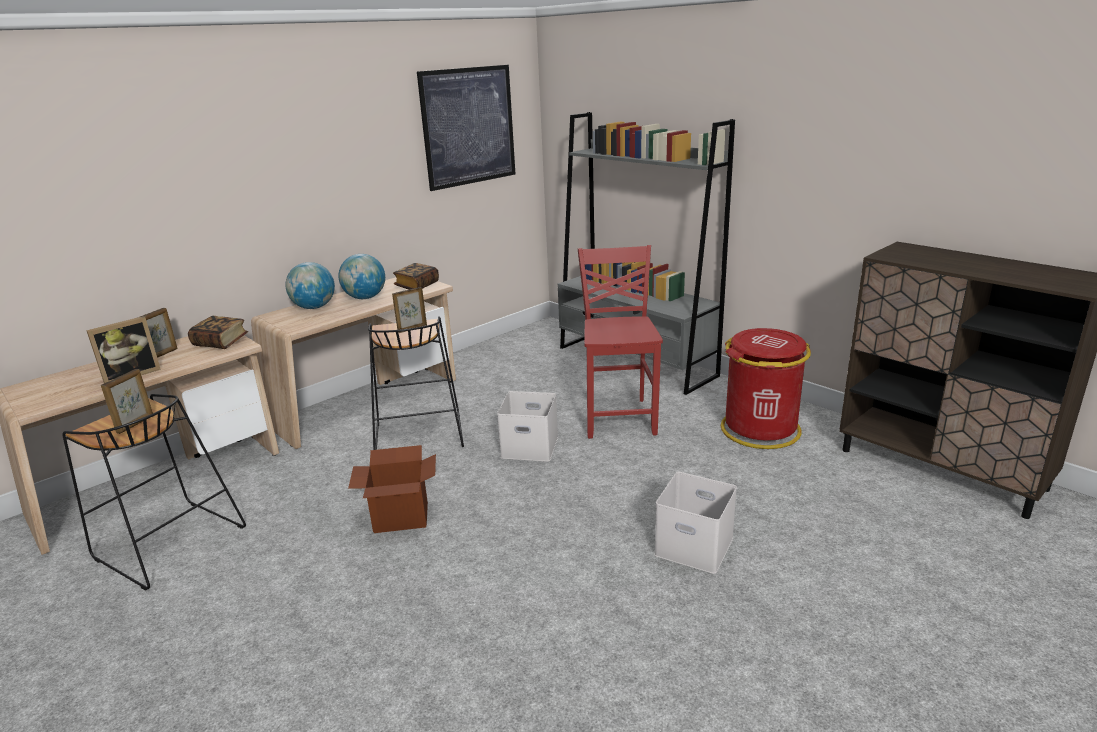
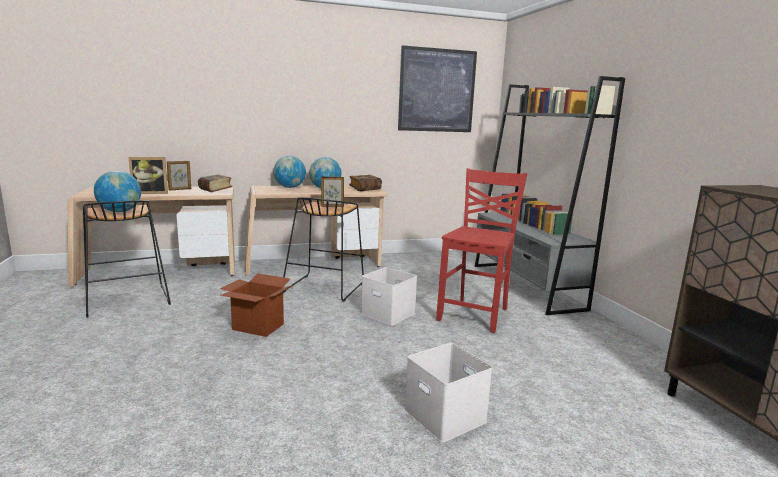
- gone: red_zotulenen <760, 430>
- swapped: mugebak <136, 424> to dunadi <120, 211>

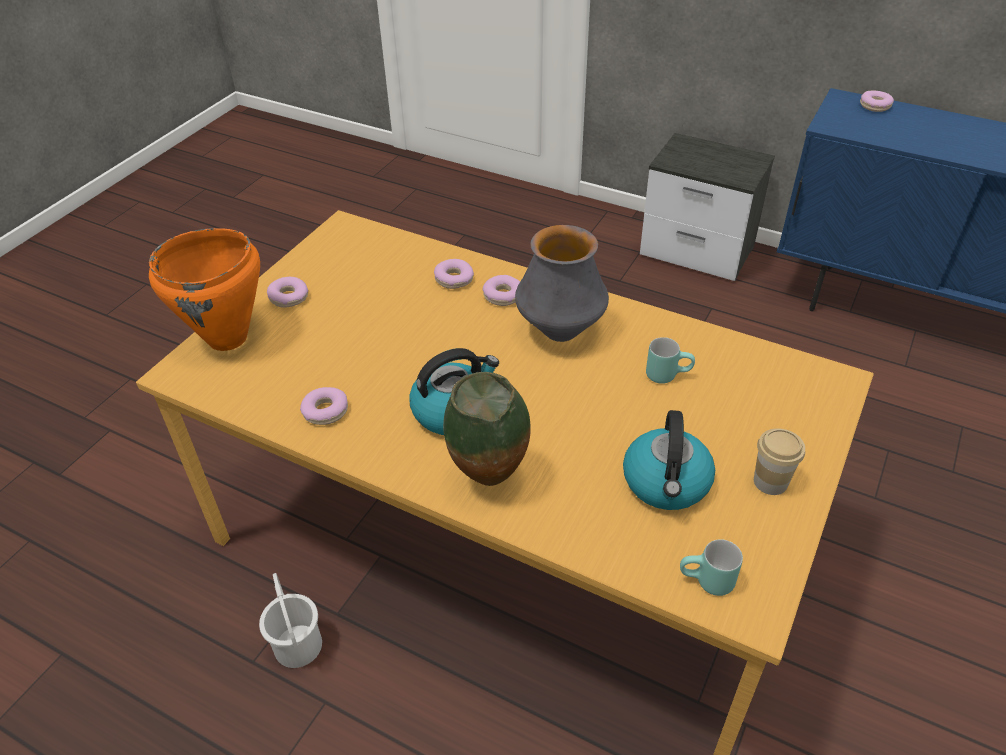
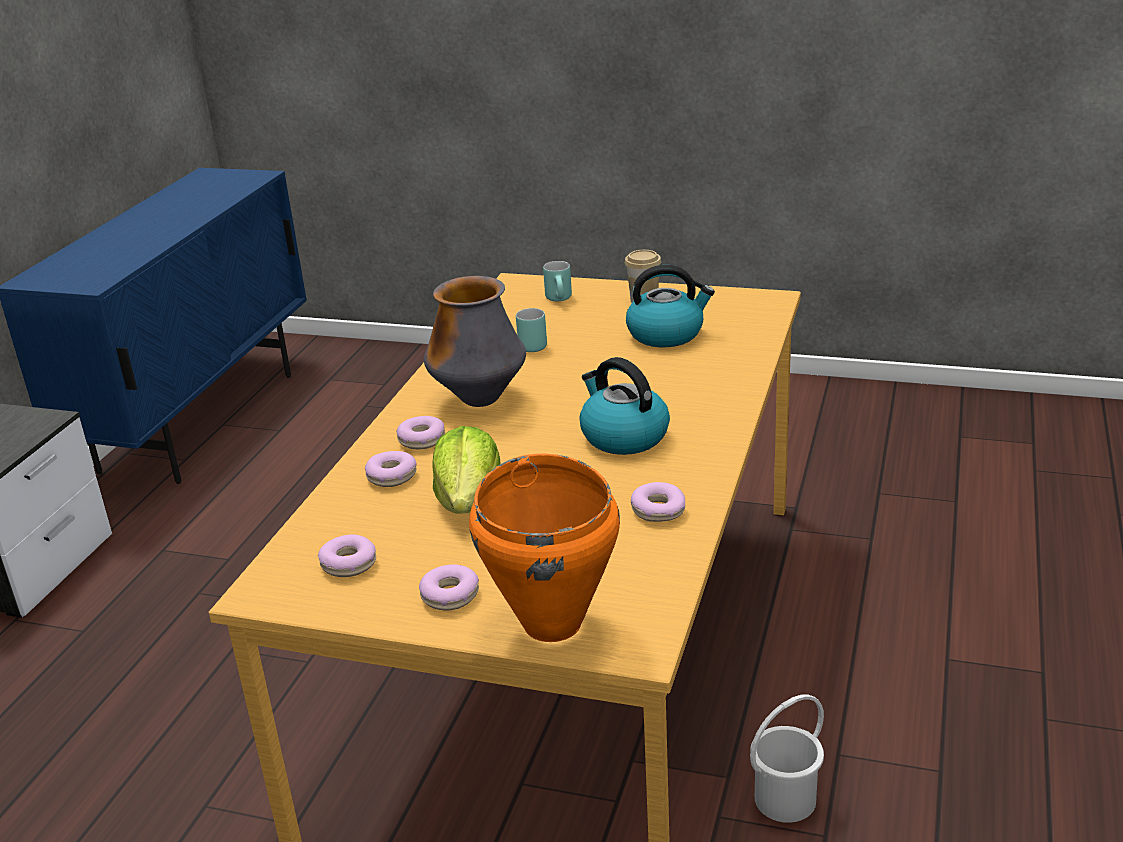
- gone: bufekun <490, 481>
- new: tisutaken <469, 500>
- shifted: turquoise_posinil <707, 583> to <561, 300>
- shifted: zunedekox <875, 106> to <348, 564>

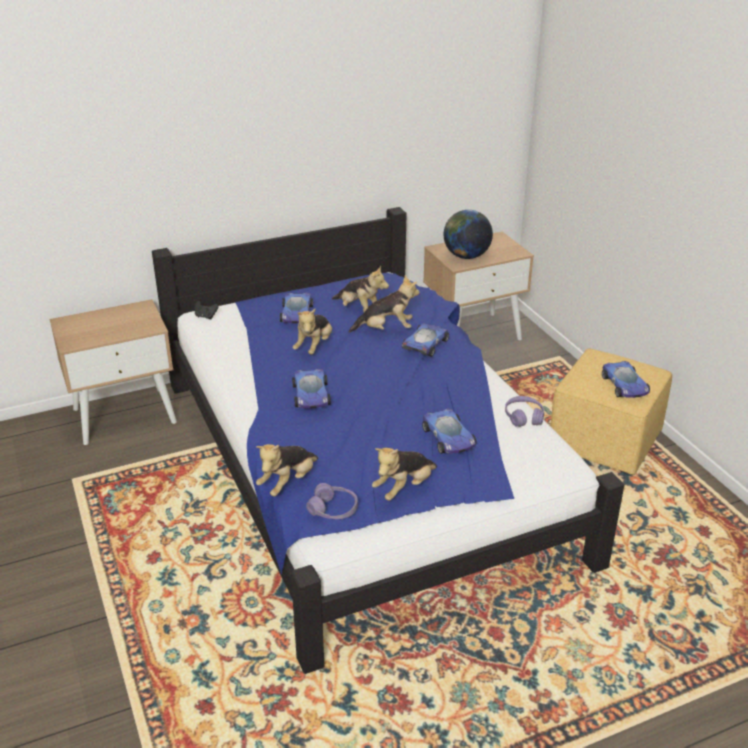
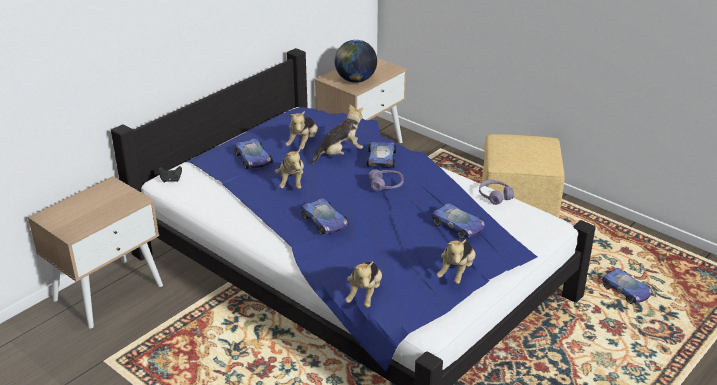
- shifted: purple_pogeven <333, 509> to <386, 185>
- shifted: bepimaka <625, 385> to <626, 290>
- rotated: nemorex <359, 310> = <303, 143> 90 degrees clockwise

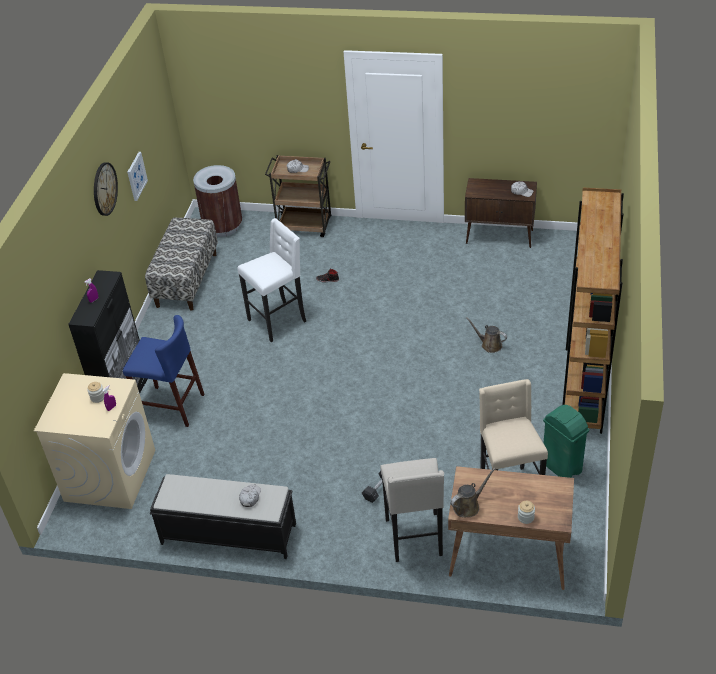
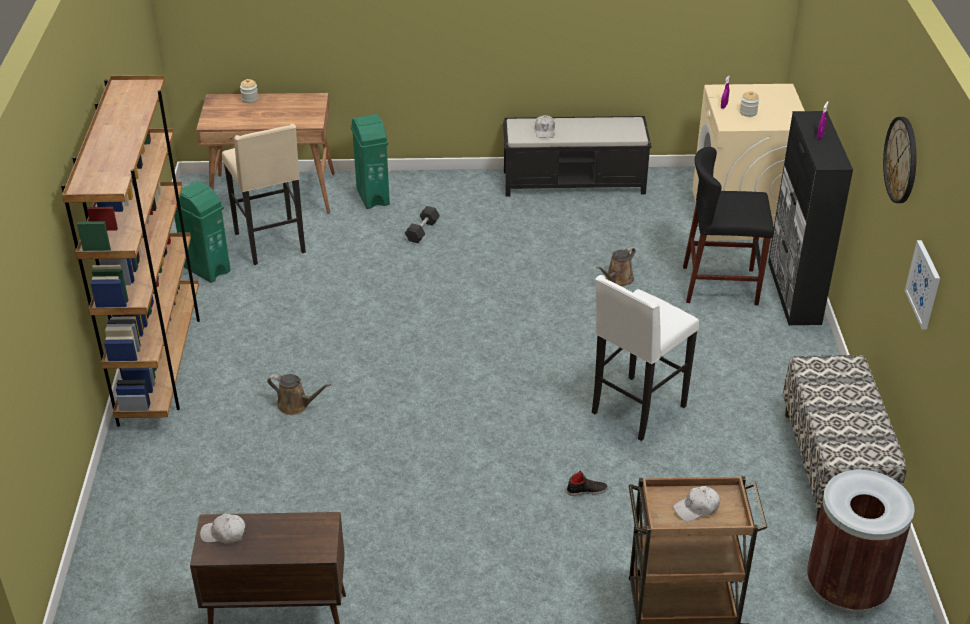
- shifted: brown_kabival <468, 506> to <617, 280>
- swapped: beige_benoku <415, 538> to green_zotulenen <373, 196>
- repainted: blue_benoku <171, 406> to black_benoku <720, 285>

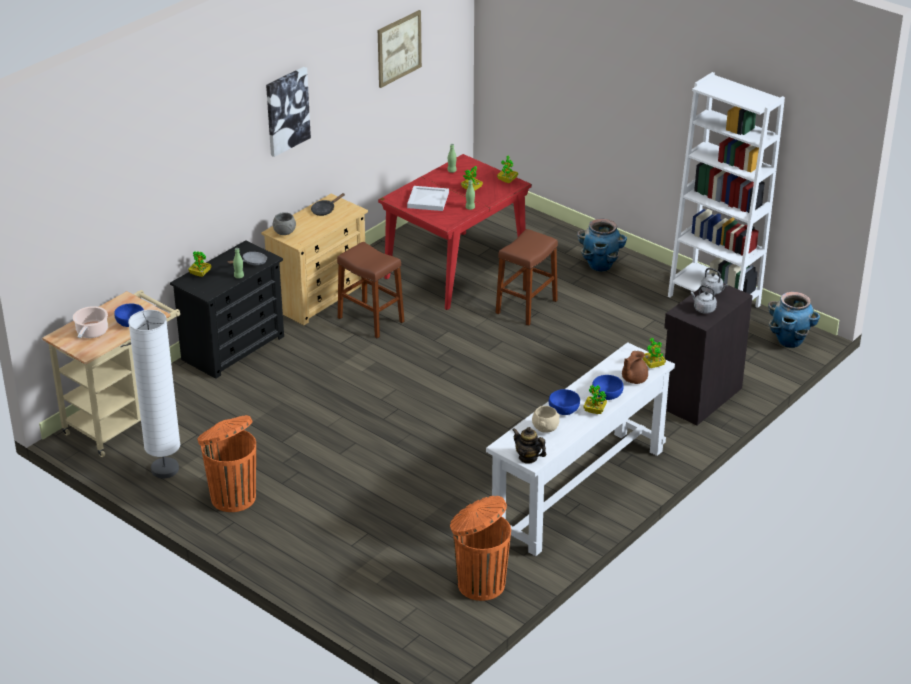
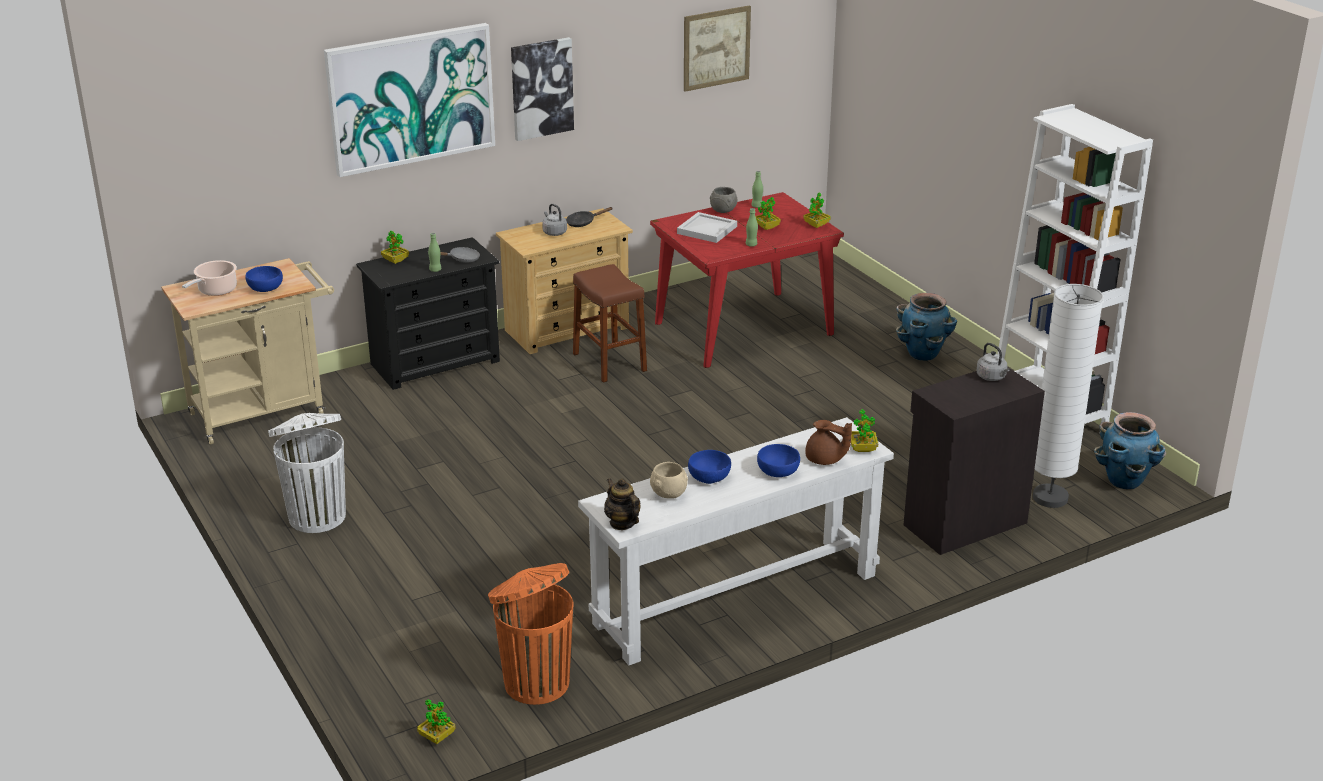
- gone: brown_benoku <526, 307>
- new: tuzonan <411, 98>
- shifted: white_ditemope <165, 469> to <1050, 498>
- shifted: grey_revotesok <285, 233> to <723, 211>
- shifted: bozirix <594, 411> to <437, 737>
- shifted: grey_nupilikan <703, 309> to <554, 232>
- repainted: orange_zotulenen <232, 497> to white_zotulenen <316, 516>
- rotated: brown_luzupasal <633, 379> = <825, 460> 120 degrees counterclockwise

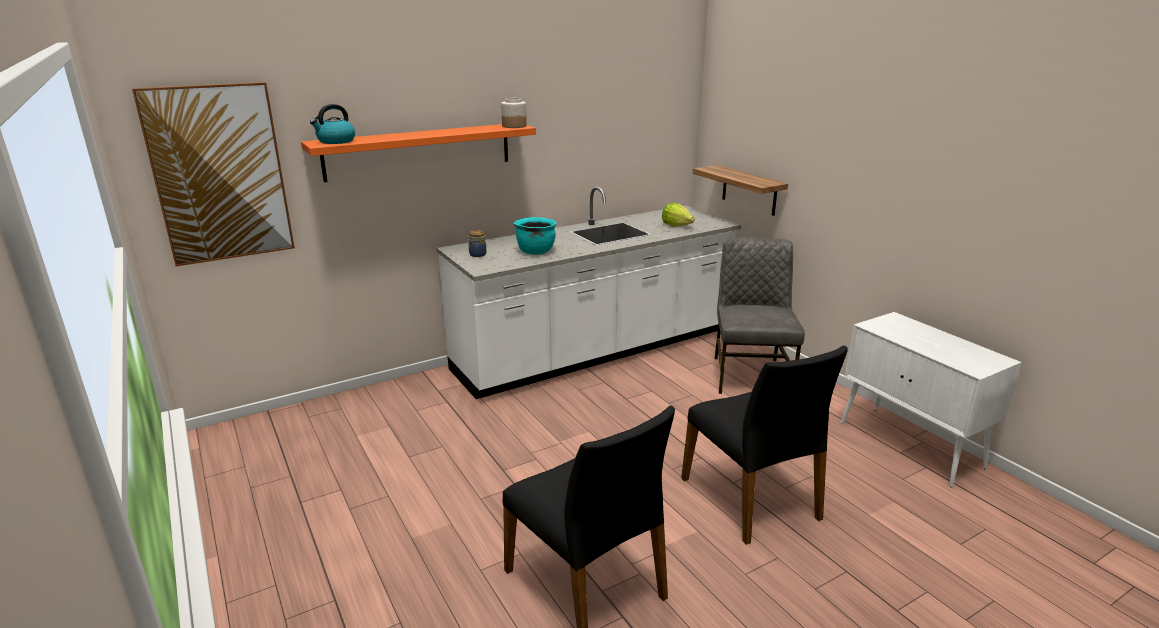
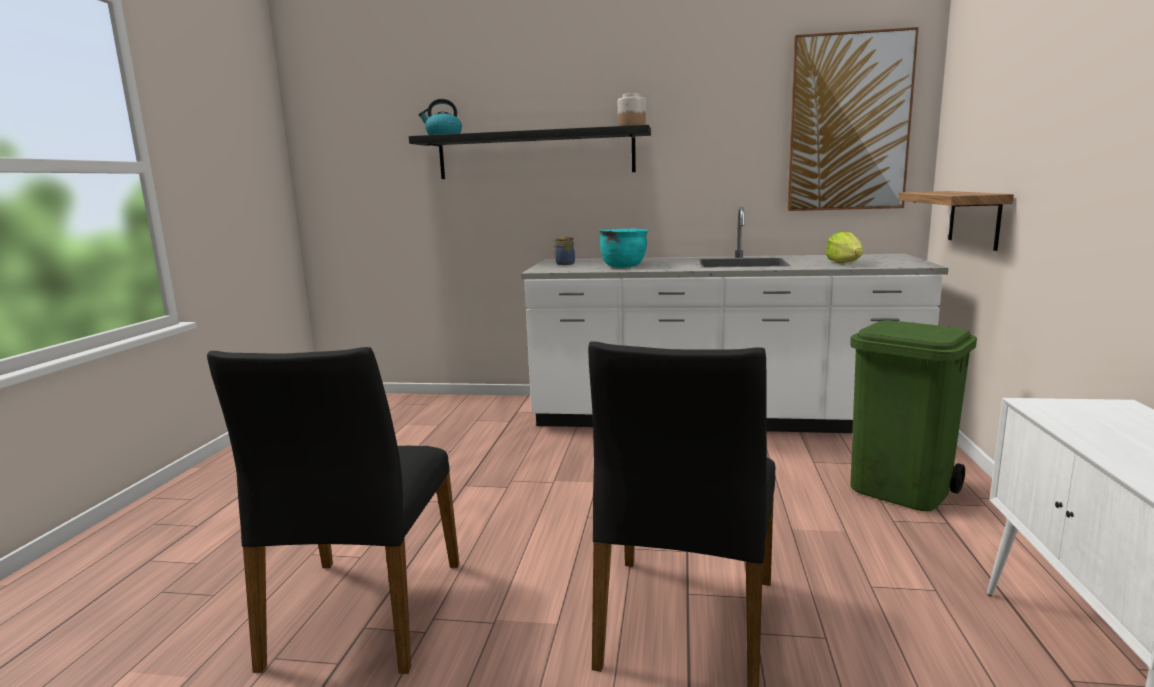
- shifted: tuzonan <219, 174> to <849, 123>
- swapped: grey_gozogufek <750, 375> to green_zotulenen <901, 490>
- repainted: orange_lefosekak <419, 151> to black_lefosekak <535, 154>

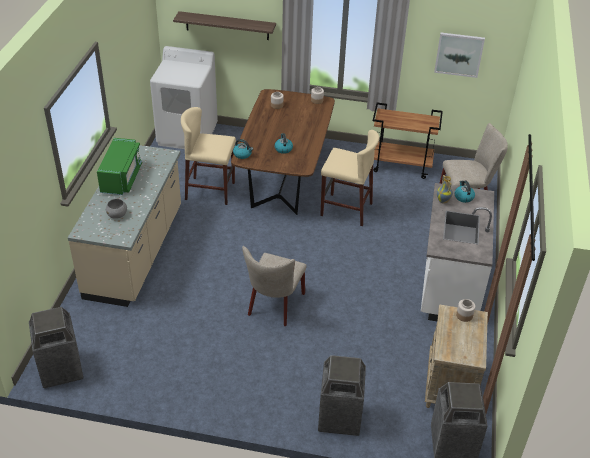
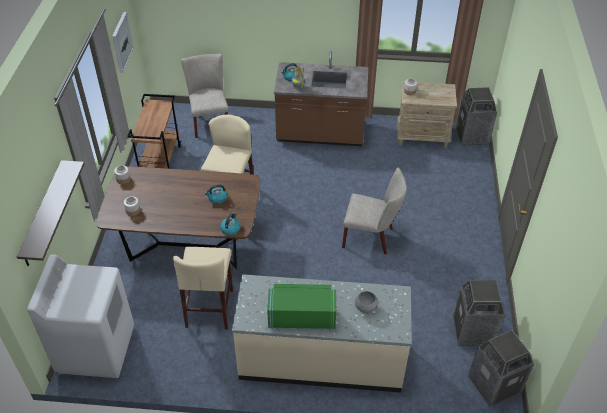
- shifted: zotulenen <339, 417> to <473, 331>
- repainted: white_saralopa <448, 285> to brown_saralopa <320, 134>

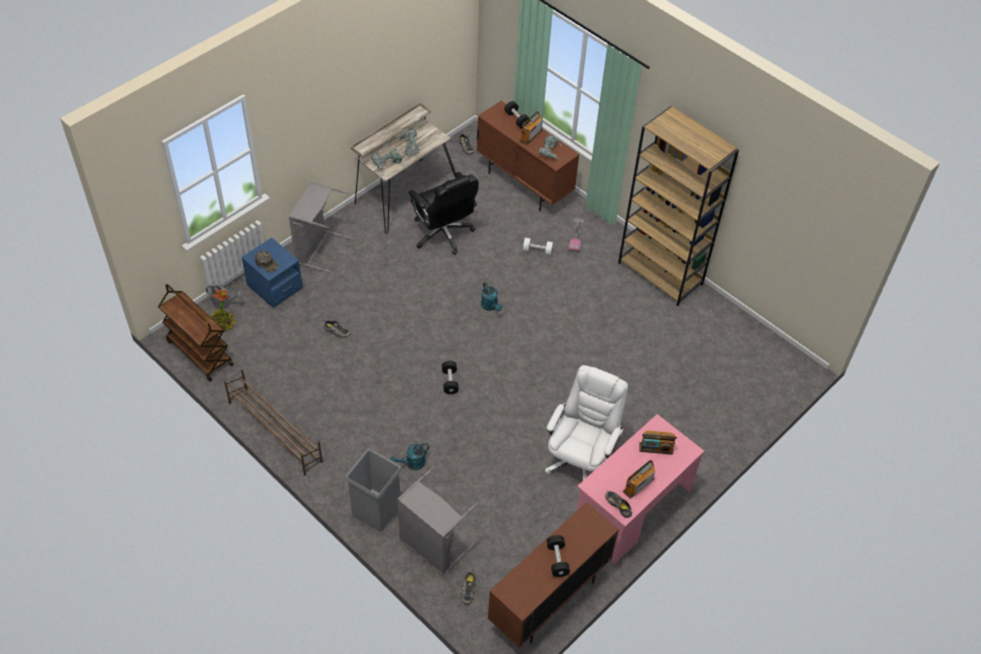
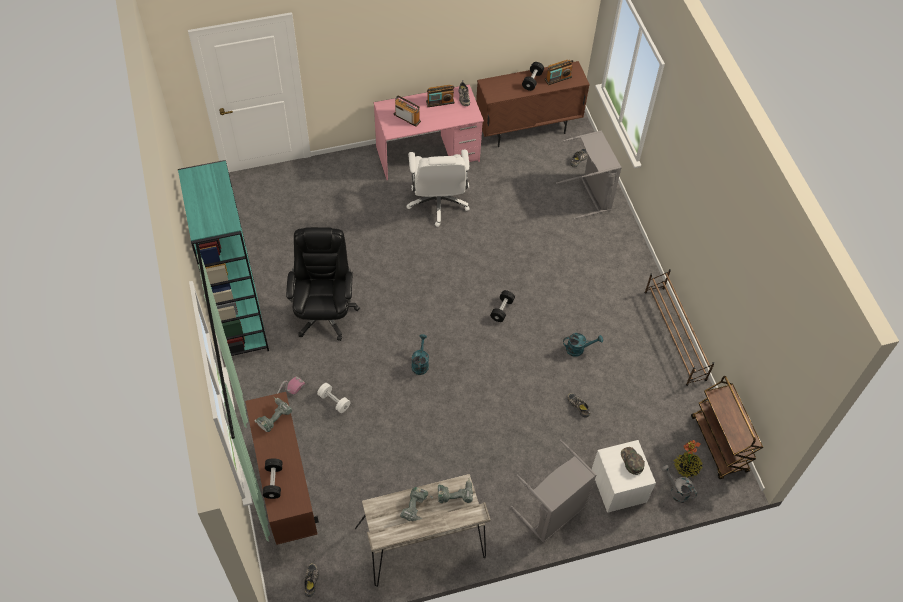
- gone: grey_zotulenen <376, 510>
- shifted: turquoise_kabival <412, 464> to <578, 349>
- shifted: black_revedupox <443, 234> to <325, 313>
- shifted: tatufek <530, 135> to <558, 78>
- repainted: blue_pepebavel <274, 287> to white_pepebavel <618, 486>
- repainted: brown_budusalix <661, 274> to turquoise_budusalix <240, 321>
- rotated: white_revedupox <581, 459> = <438, 203> 60 degrees counterclockwise

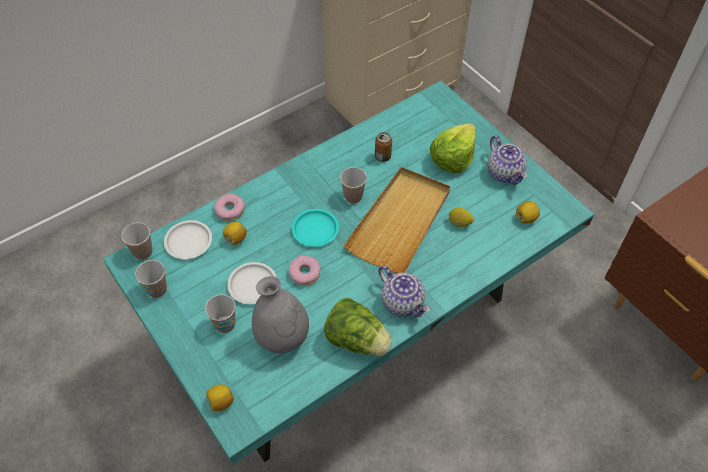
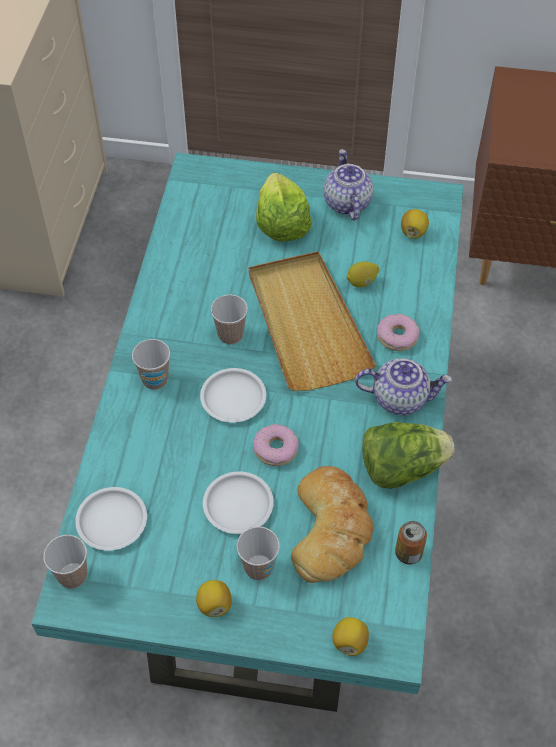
- shifted: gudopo <157, 289> to <155, 379>
- shifted: zunedekox <229, 210> to <397, 337>
- shifted: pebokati <236, 239> to <214, 605>
- shifted: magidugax <382, 157> to <408, 553>
- swapped: grey_bufekun <282, 337> to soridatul <331, 528>
- repainted: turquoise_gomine <315, 230> to white_gomine <233, 398>
- rotated: luzupasal <505, 173> = <346, 203> 120 degrees counterclockwise

